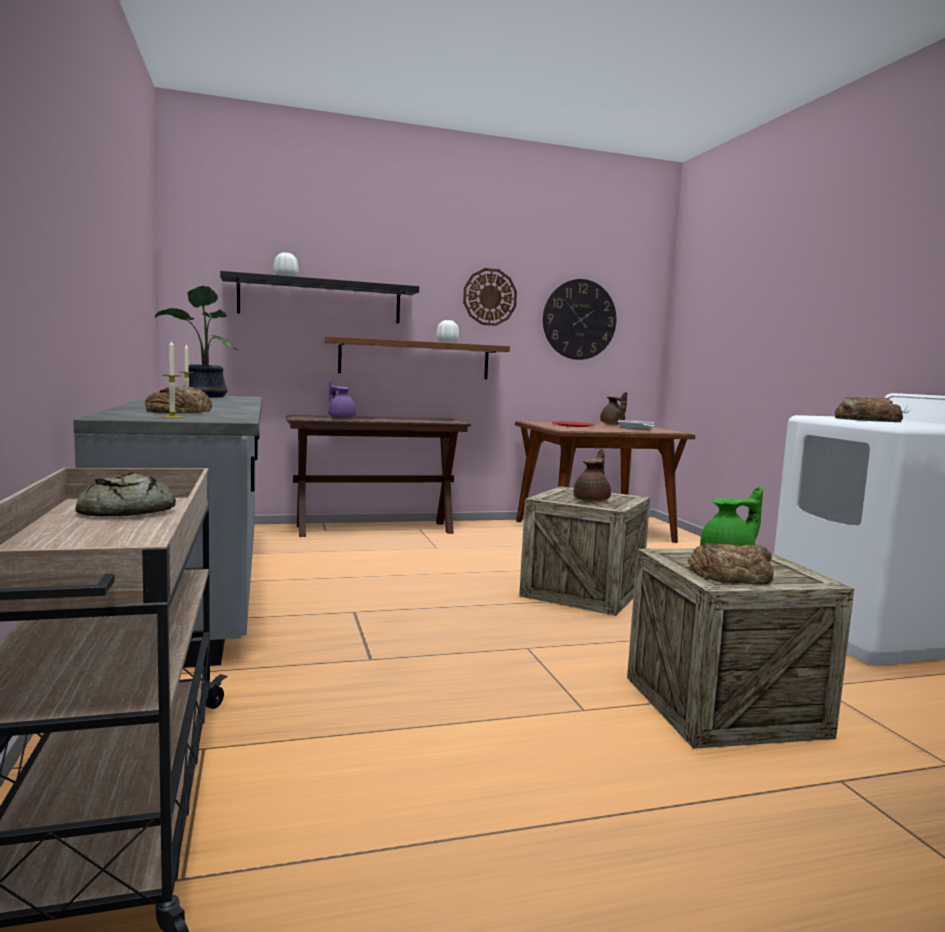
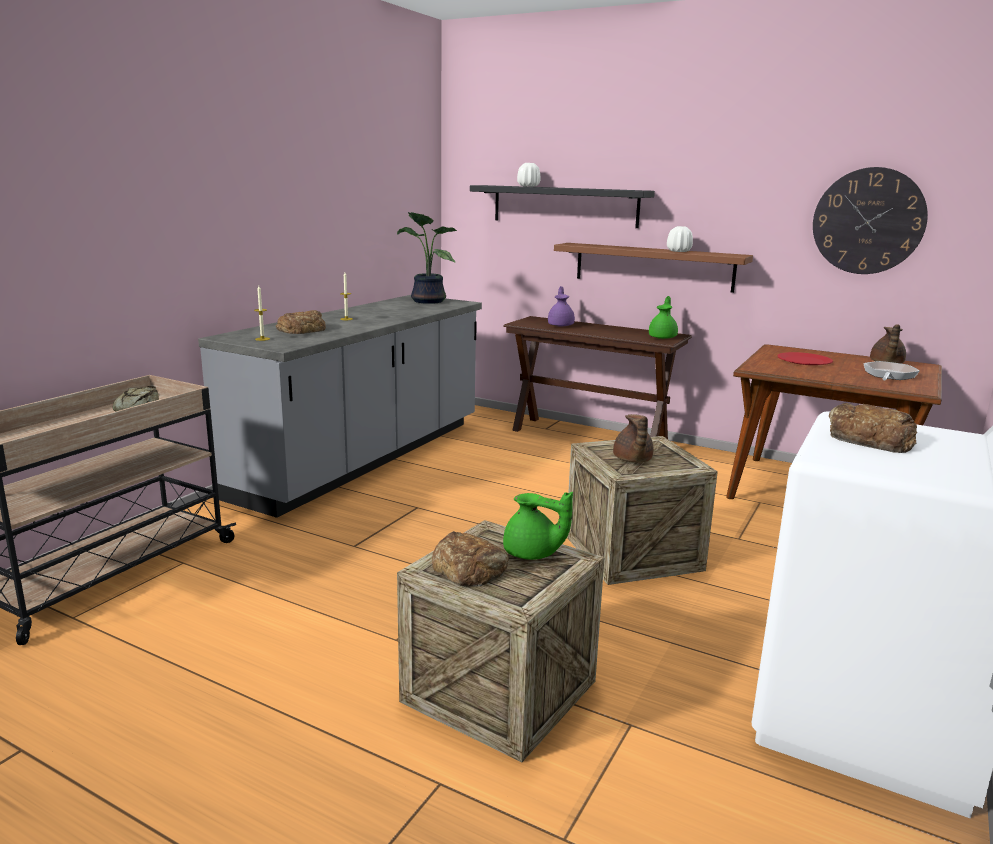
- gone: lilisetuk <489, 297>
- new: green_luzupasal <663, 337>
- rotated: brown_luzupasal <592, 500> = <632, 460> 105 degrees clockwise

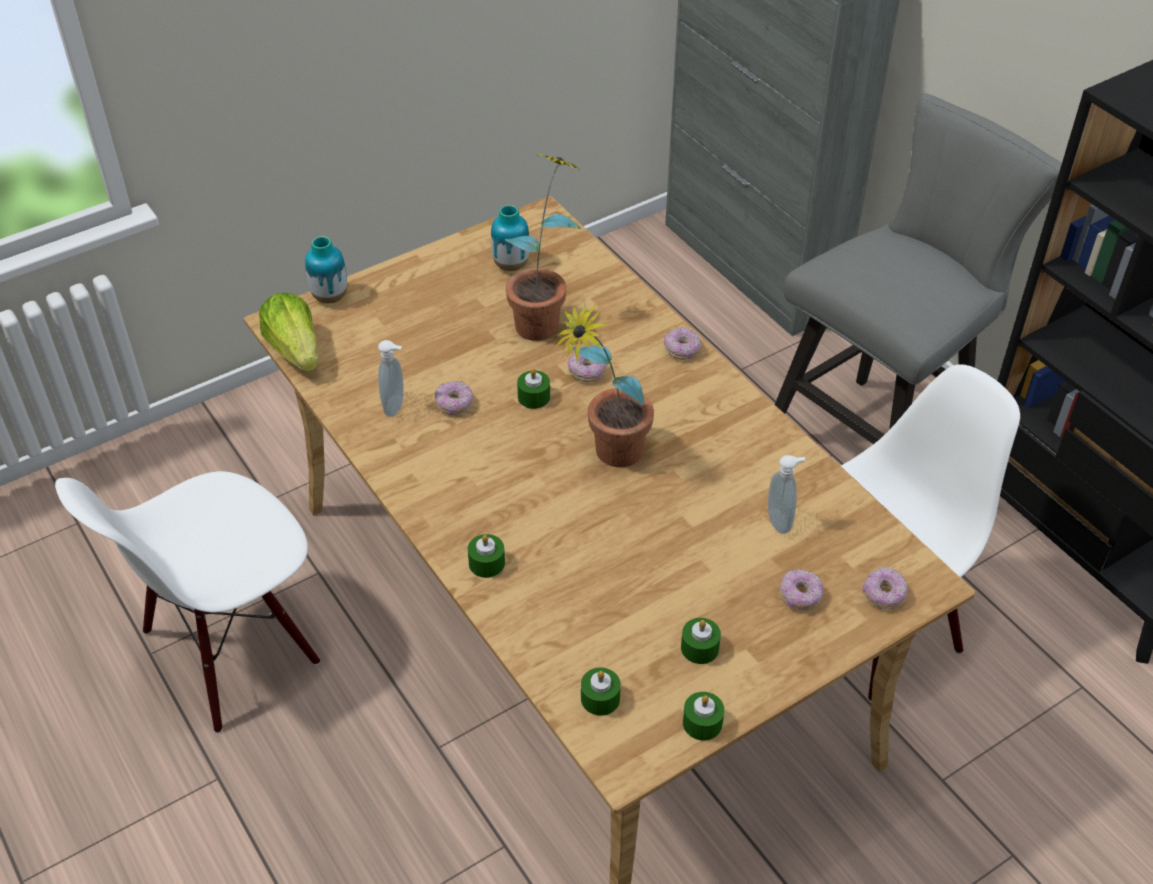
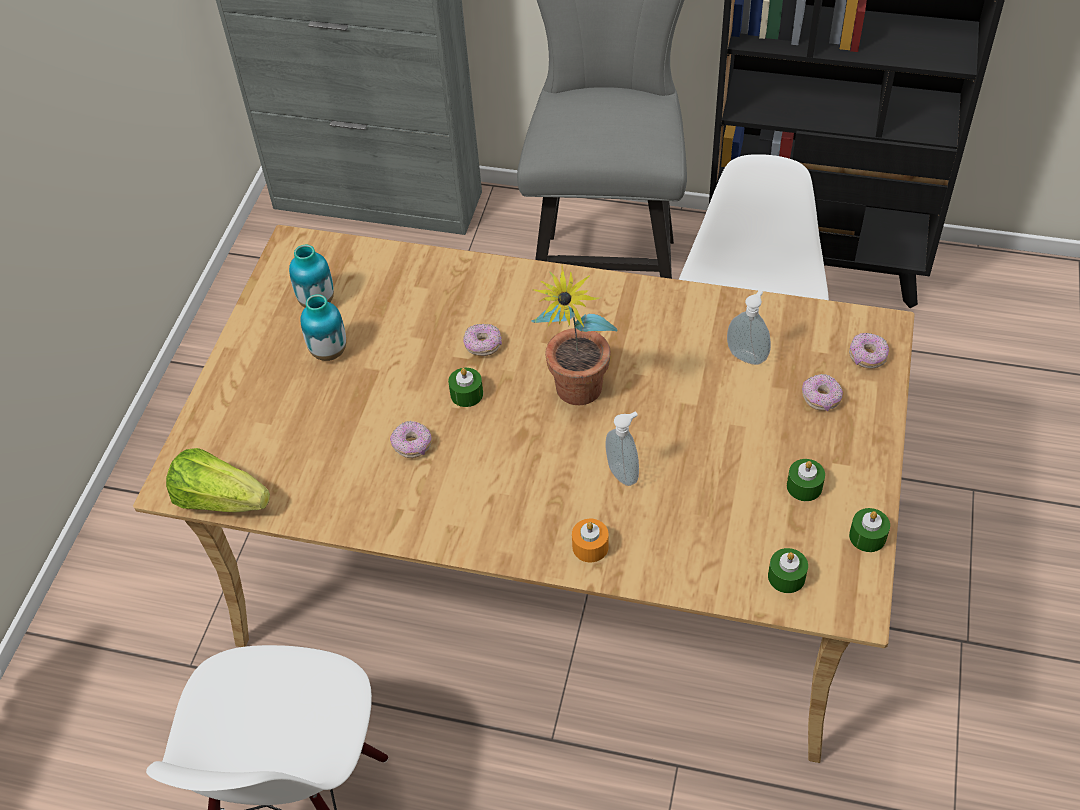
- gone: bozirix <545, 318>
- gone: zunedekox <682, 350>
- shifted: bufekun <330, 297> to <329, 352>
- shifted: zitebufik <396, 407> to <624, 473>
- repainted: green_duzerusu <487, 563> to orange_duzerusu <590, 546>

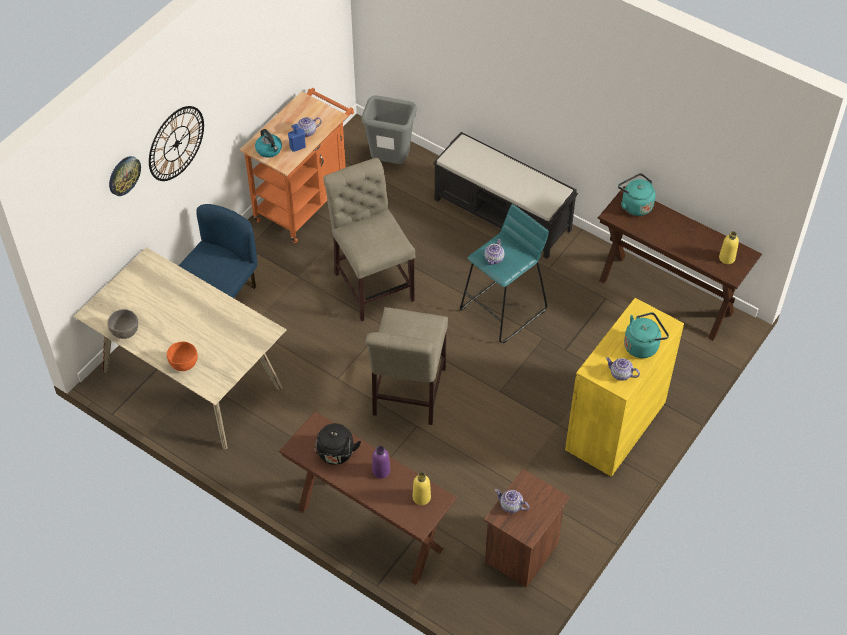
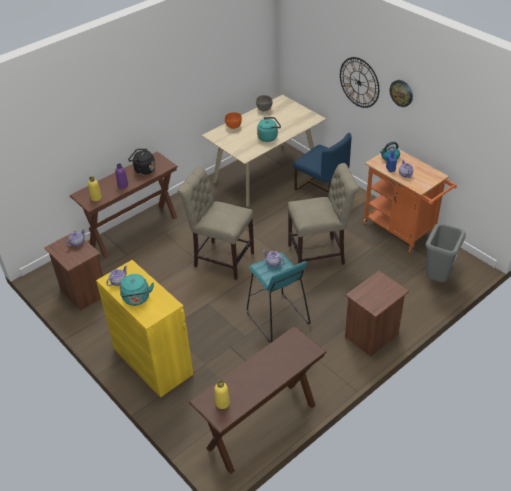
- shifted: lilisetuk <124, 175> to <401, 93>
- shifted: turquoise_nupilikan <635, 205> to <268, 137>
- swapped: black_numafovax <503, 215> to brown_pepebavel <372, 336>

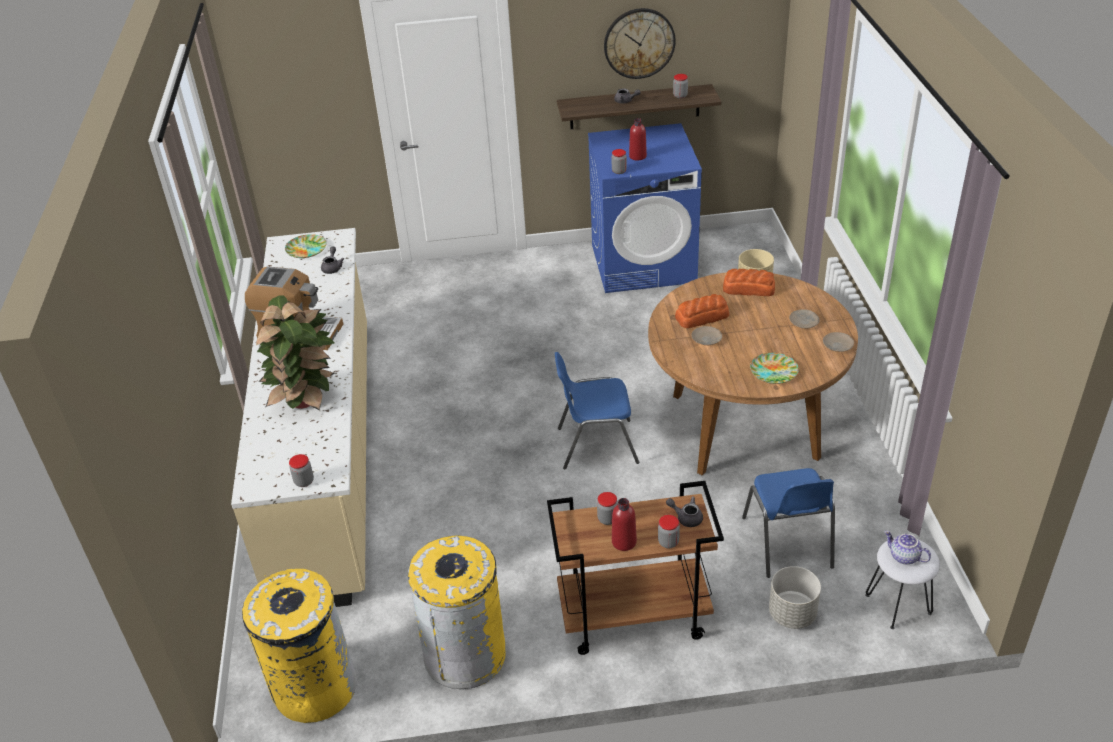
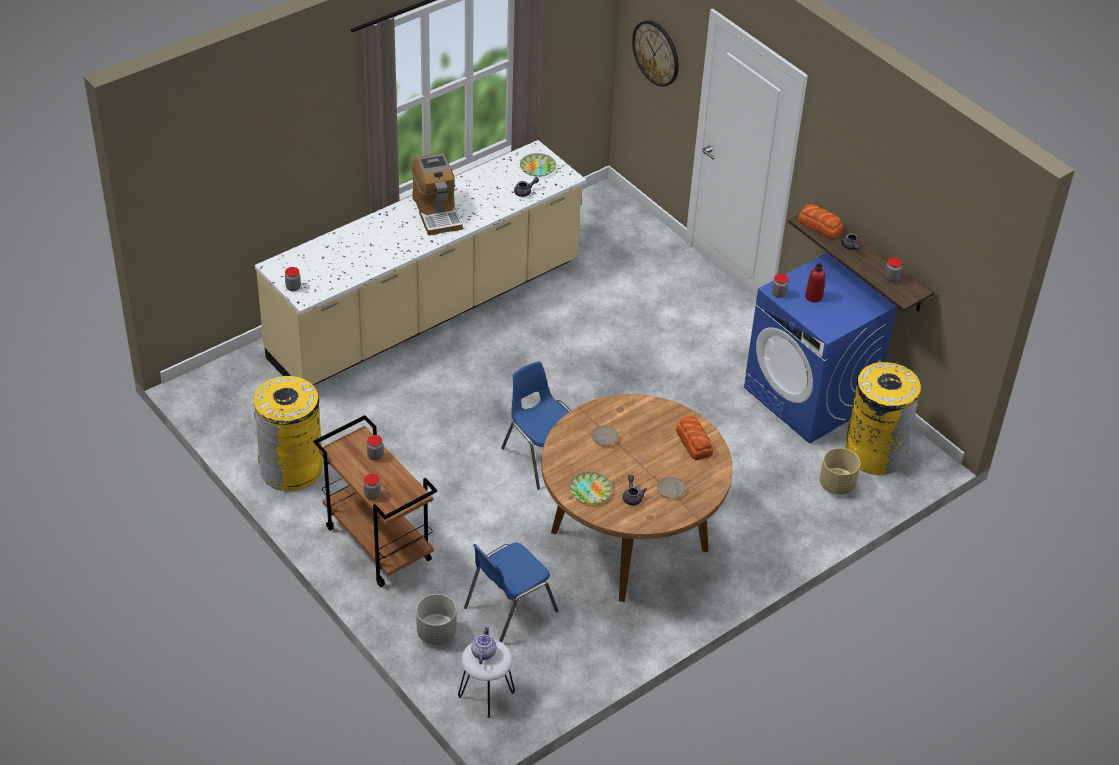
- gone: bozirix <306, 399>
- gone: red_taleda <624, 542>
- gone: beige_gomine <837, 345>
- shifted: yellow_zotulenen <314, 687> to <874, 453>
- shifted: lilisetuk <639, 43> to <656, 53>
- shifted: grey_luzupasal <686, 517> to <632, 496>
- shifted: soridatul <702, 317> to <820, 226>

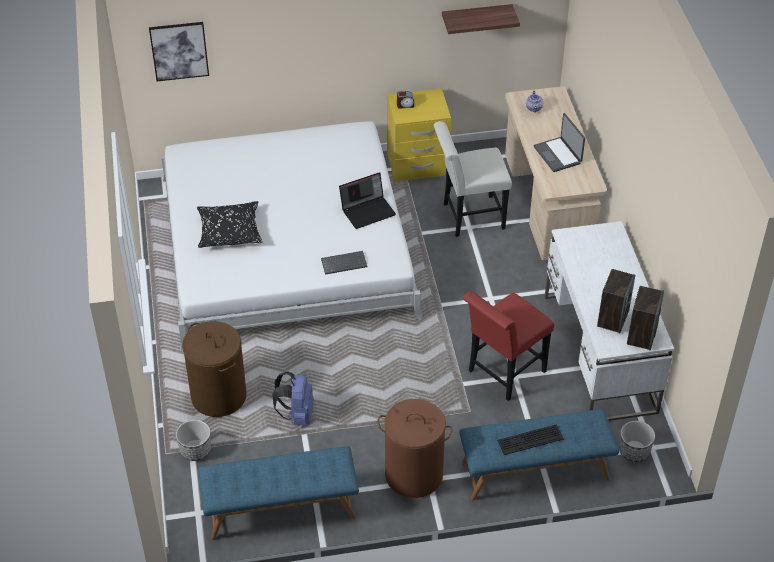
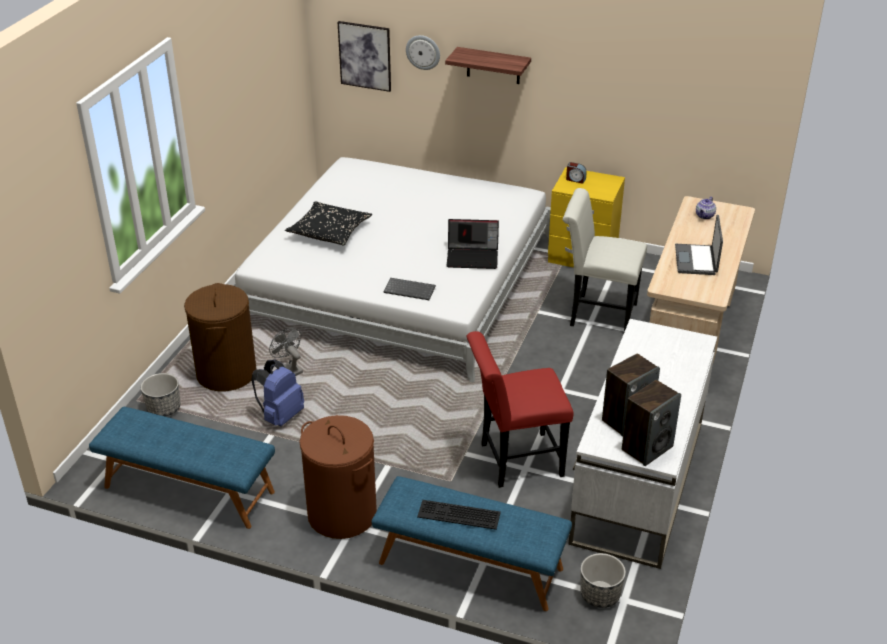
- new: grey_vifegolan <289, 368>
- new: lilisetuk <423, 52>
- shifted: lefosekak <476, 19> to <493, 66>

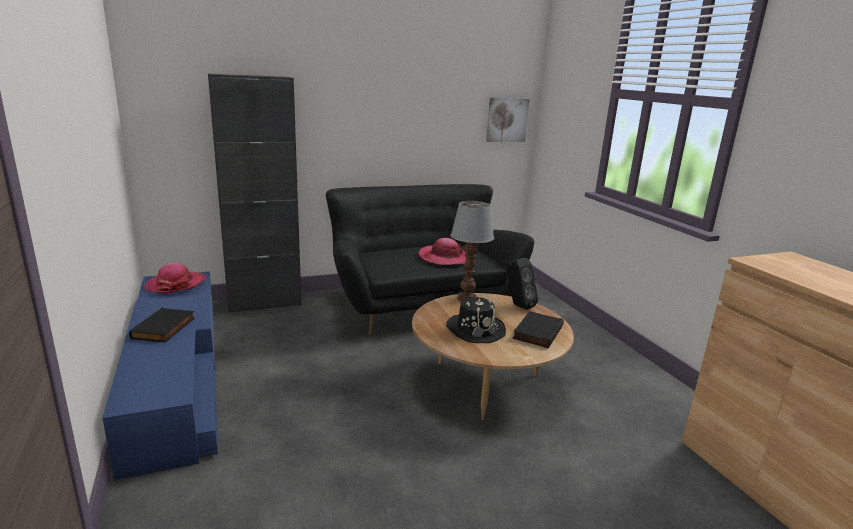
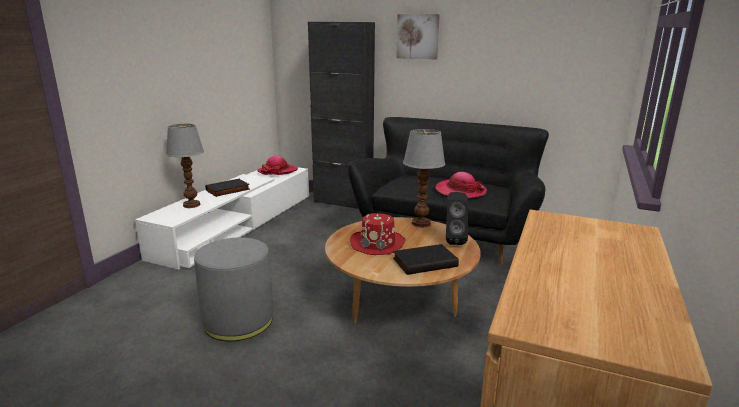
- new: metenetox <191, 205>
- new: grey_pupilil <238, 321>
- shifted: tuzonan <506, 120> to <418, 36>
- repainted: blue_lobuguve <176, 373> to white_lobuguve <238, 224>
- repainted: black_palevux <475, 330> to red_palevux <378, 243>

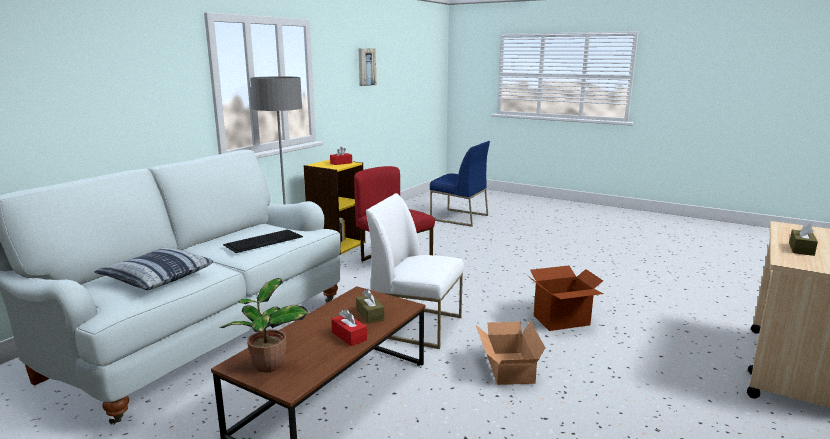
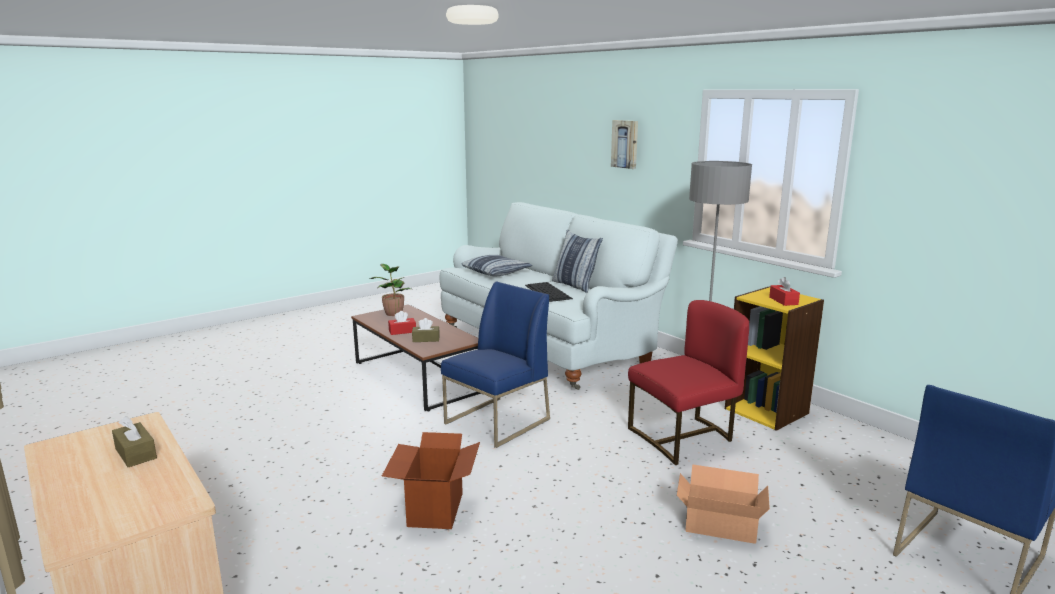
- new: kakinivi <575, 285>
- shifted: tuzonan <366, 67> to <625, 144>
- shifted: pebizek <507, 369> to <719, 522>
- repainted: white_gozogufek <416, 325> to blue_gozogufek <497, 422>

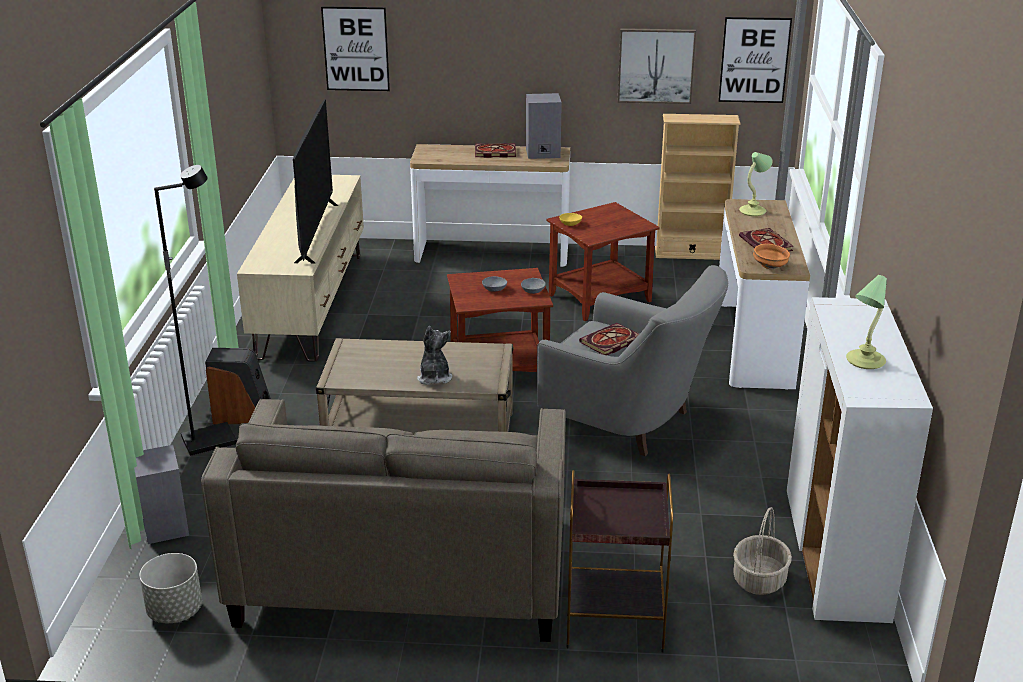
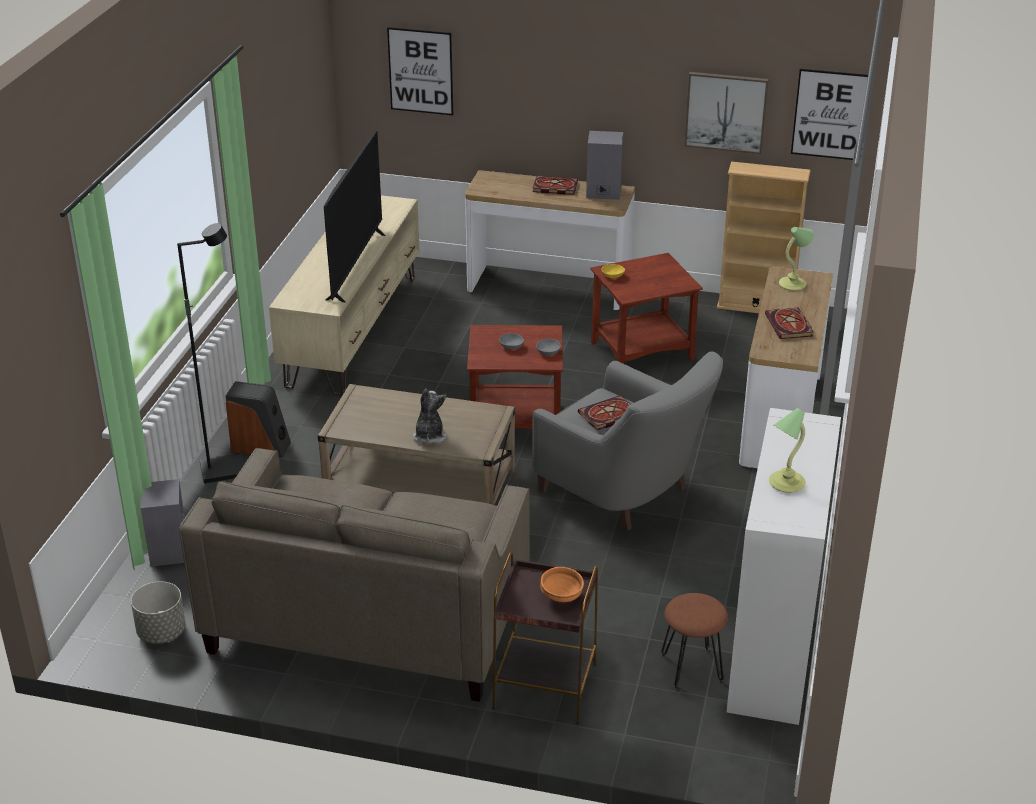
- shifted: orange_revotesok <770, 266> to <562, 596>
- swapped: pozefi <759, 580> to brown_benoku <691, 668>

